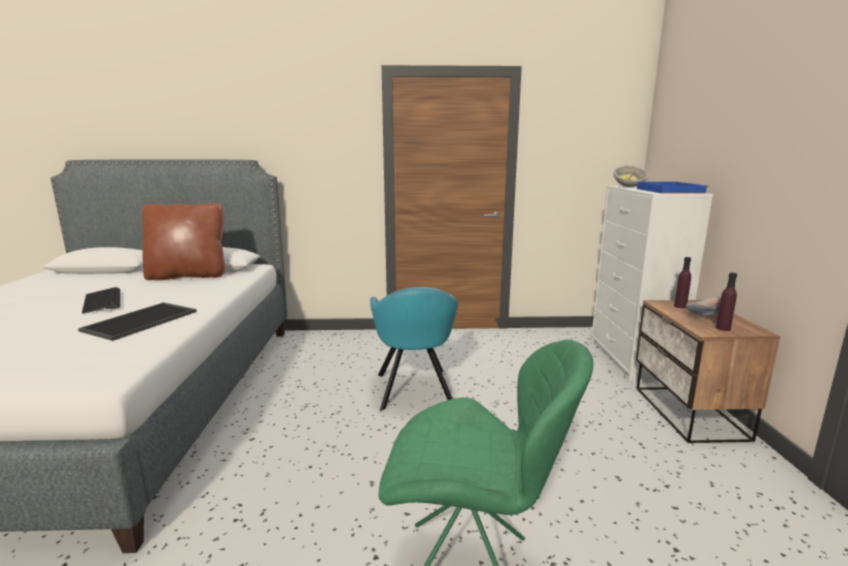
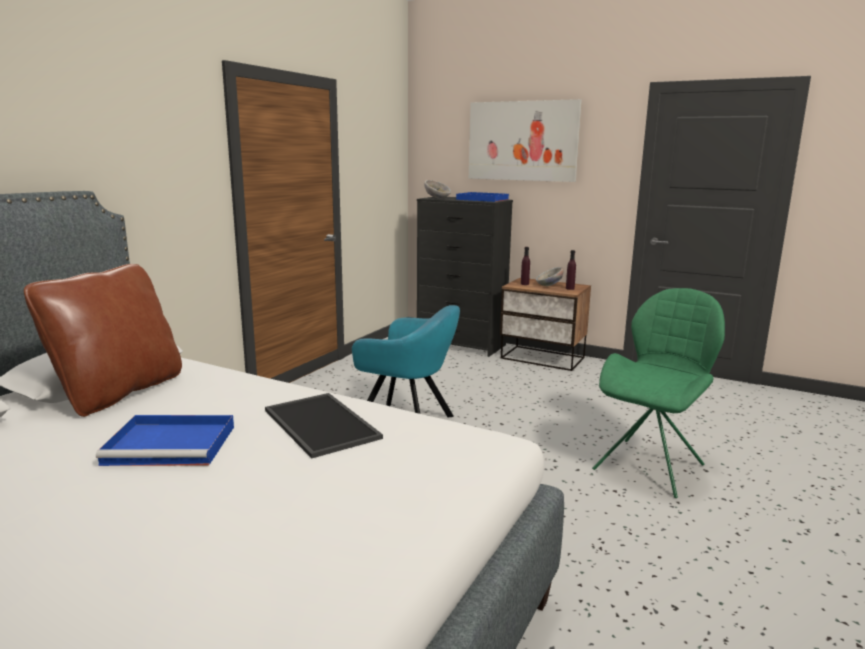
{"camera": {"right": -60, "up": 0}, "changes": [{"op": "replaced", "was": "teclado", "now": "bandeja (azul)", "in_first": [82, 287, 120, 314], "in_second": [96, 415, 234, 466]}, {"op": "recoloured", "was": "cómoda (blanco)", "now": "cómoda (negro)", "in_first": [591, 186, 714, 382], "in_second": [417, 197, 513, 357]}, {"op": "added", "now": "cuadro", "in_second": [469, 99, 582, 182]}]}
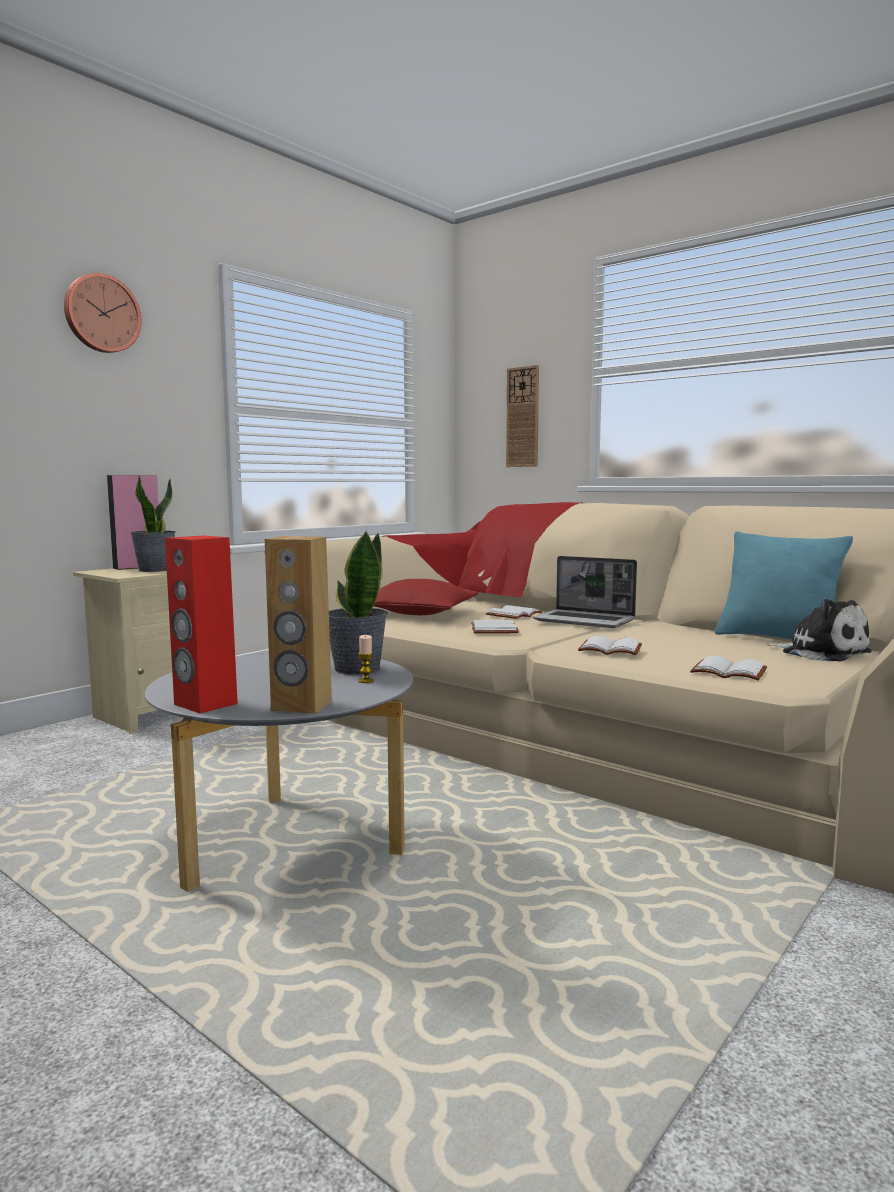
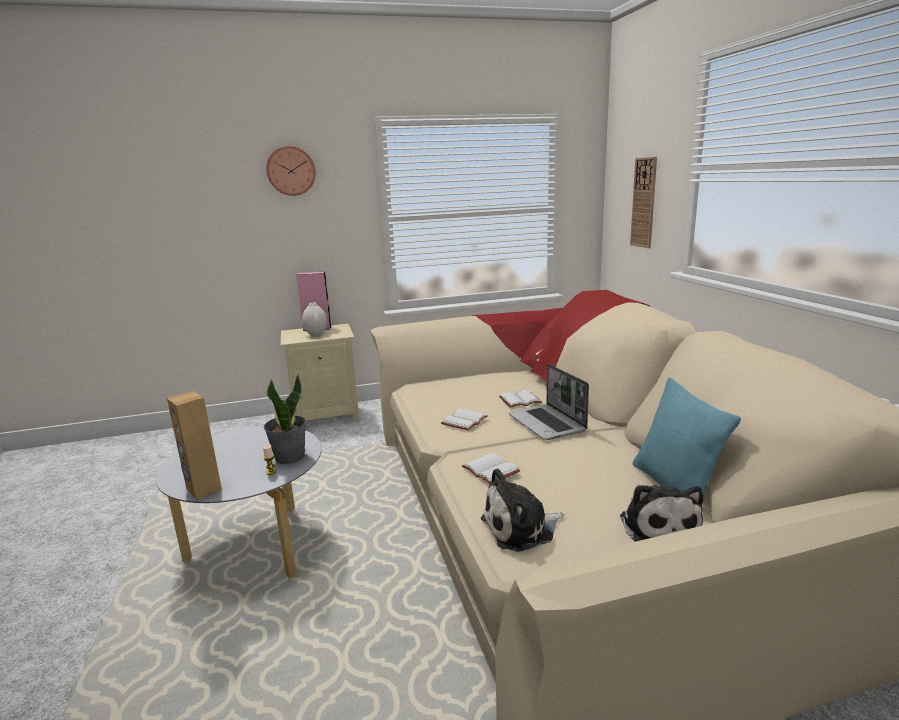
{"camera": {"right": 35, "up": 10}, "changes": [{"op": "replaced", "was": "planta en maceta", "now": "florero (blanco)", "in_first": [130, 476, 176, 572], "in_second": [302, 302, 327, 336]}, {"op": "replaced", "was": "libro (blanco)", "now": "peluche", "in_first": [690, 656, 767, 680], "in_second": [481, 468, 564, 552]}, {"op": "removed", "was": "altavoz (rojo)", "in_first": [165, 535, 238, 713]}, {"op": "removed", "was": "cojín (rojo)", "in_first": [374, 579, 479, 615]}]}
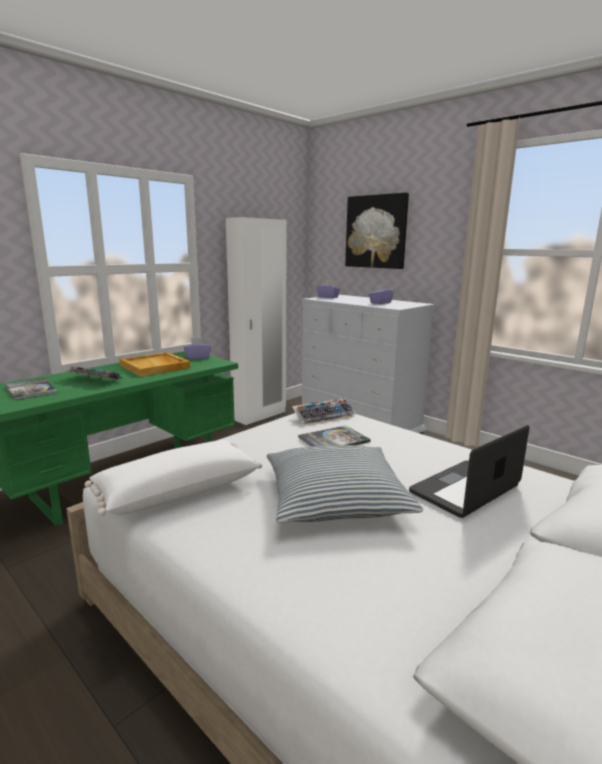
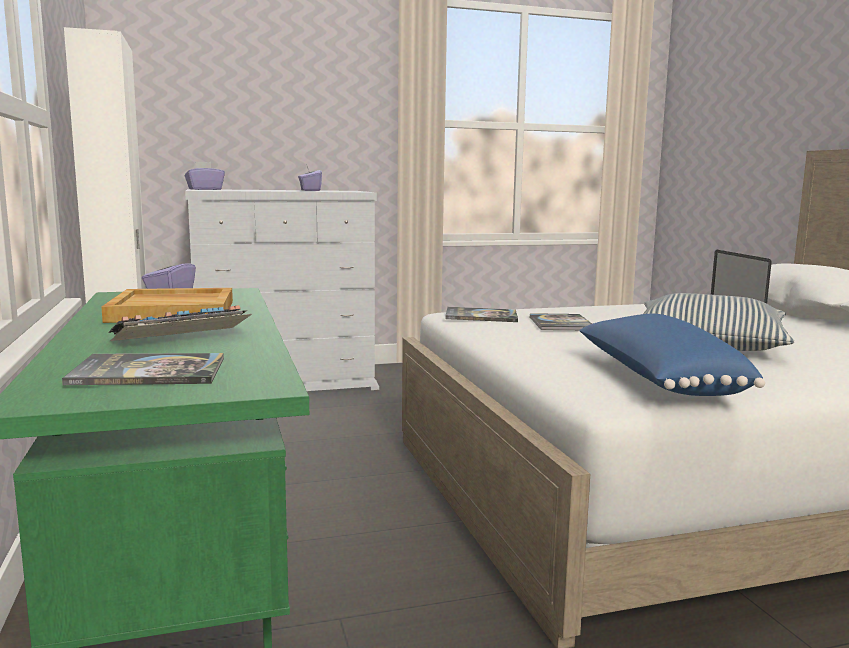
{"camera": {"right": -60, "up": -5}, "changes": [{"op": "replaced", "was": "teclado", "now": "libro", "in_first": [292, 399, 356, 426], "in_second": [445, 307, 518, 322]}, {"op": "recoloured", "was": "cojín (blanco)", "now": "cojín (azul)", "in_first": [85, 440, 262, 516], "in_second": [579, 314, 765, 396]}, {"op": "removed", "was": "cuadro", "in_first": [345, 192, 409, 269]}]}
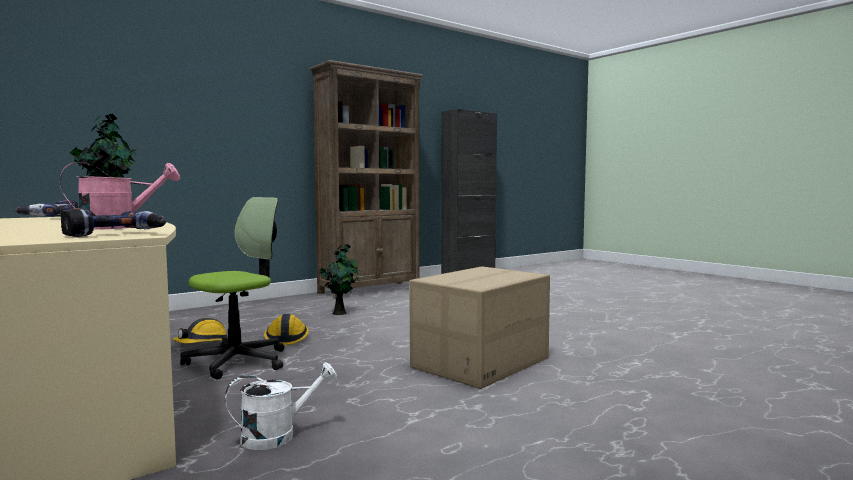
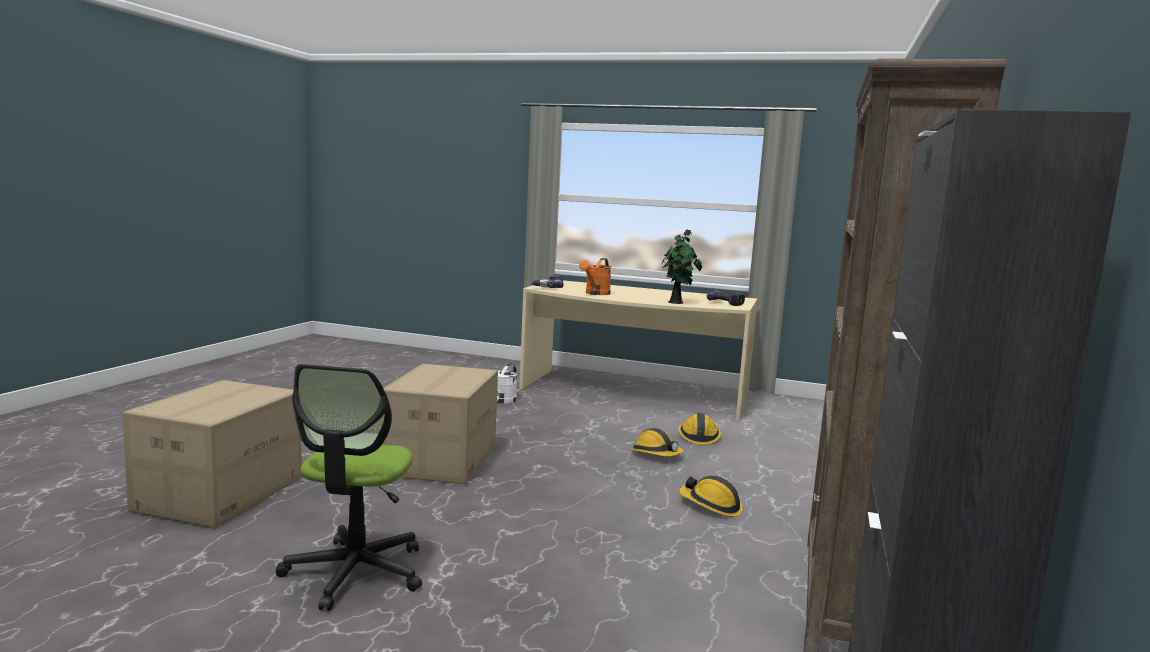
{"camera": {"right": 145, "up": 5}, "changes": [{"op": "added", "now": "caja de cartón", "in_second": [122, 380, 302, 528]}, {"op": "moved", "was": "silla de oficina", "in_first": [180, 197, 284, 379], "in_second": [275, 364, 422, 611]}, {"op": "recoloured", "was": "regadera (rosa)", "now": "regadera (naranja)", "in_first": [60, 162, 180, 230], "in_second": [579, 258, 611, 295]}, {"op": "replaced", "was": "planta en maceta", "now": "casco", "in_first": [320, 244, 360, 315], "in_second": [679, 475, 743, 517]}]}
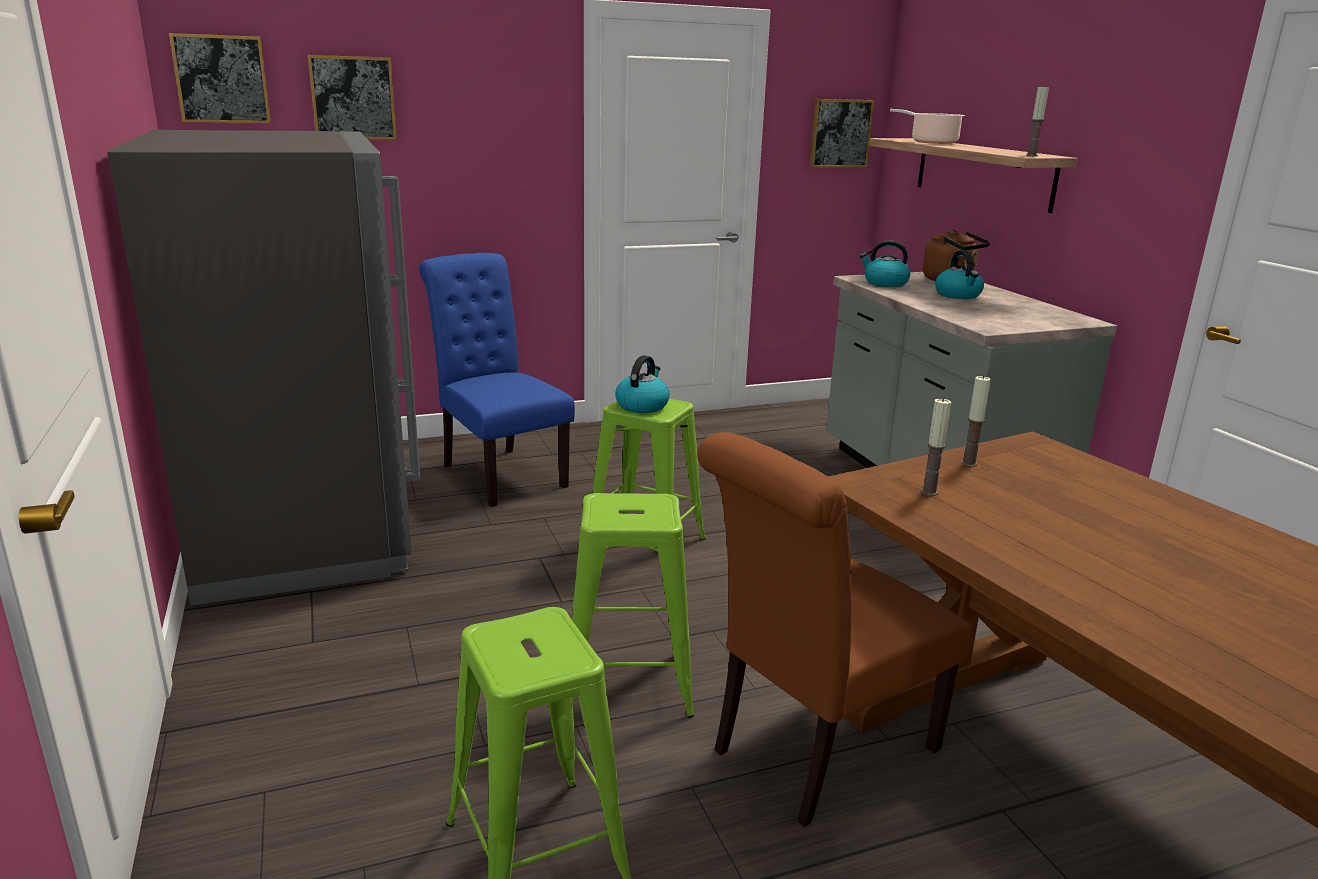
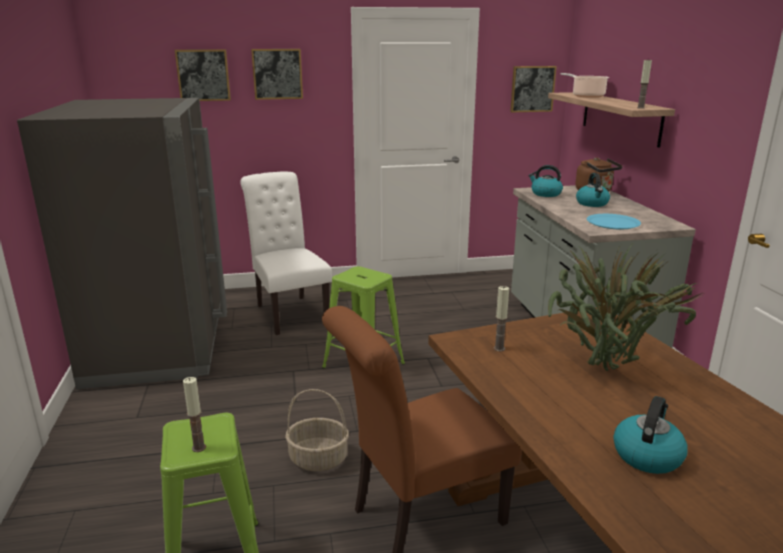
{"camera": {"right": 10, "up": 0}, "changes": [{"op": "moved", "was": "vela", "in_first": [961, 375, 991, 467], "in_second": [183, 377, 206, 452]}, {"op": "recoloured", "was": "silla (azul)", "now": "silla (blanco)", "in_first": [419, 253, 575, 507], "in_second": [240, 172, 332, 335]}, {"op": "moved", "was": "cuadro", "in_first": [169, 33, 271, 123], "in_second": [251, 49, 303, 100]}, {"op": "replaced", "was": "taburete (verde)", "now": "cesta", "in_first": [572, 493, 694, 718], "in_second": [285, 389, 349, 471]}, {"op": "added", "now": "planta en maceta", "in_second": [548, 245, 703, 371]}, {"op": "added", "now": "plato (azul)", "in_second": [587, 214, 641, 229]}, {"op": "moved", "was": "hervidor", "in_first": [615, 355, 670, 413], "in_second": [613, 396, 688, 474]}]}
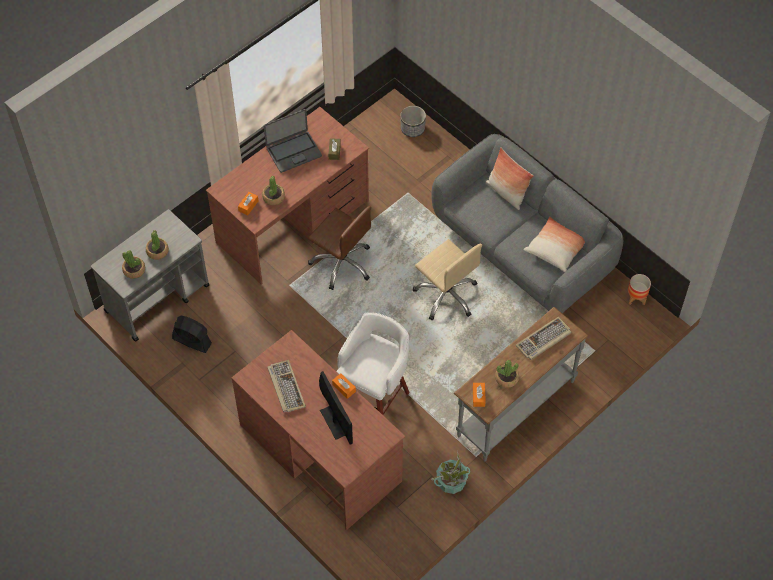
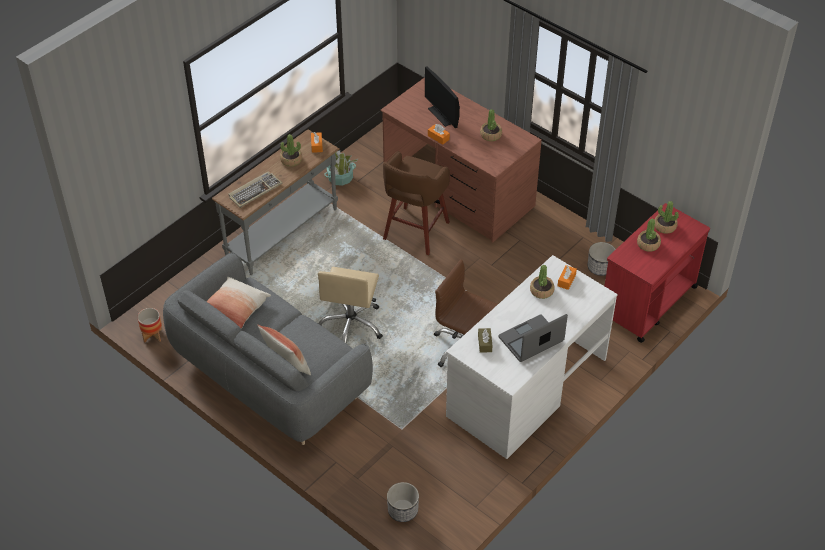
{"camera": {"right": 175, "up": -10}, "changes": [{"op": "turned", "was": "silla de oficina (beis)", "in_first": [413, 239, 482, 321], "in_second": [318, 267, 383, 343], "clockwise": -120}, {"op": "recoloured", "was": "taburete (blanco)", "now": "taburete (marrón)", "in_first": [336, 312, 410, 415], "in_second": [383, 151, 450, 255]}, {"op": "recoloured", "was": "escritorio (marrón)", "now": "escritorio (blanco)", "in_first": [206, 107, 369, 285], "in_second": [446, 255, 618, 459]}, {"op": "replaced", "was": "teclado", "now": "planta en maceta", "in_first": [267, 360, 306, 412], "in_second": [480, 109, 502, 141]}, {"op": "replaced", "was": "ventilador (negro)", "now": "maceta", "in_first": [172, 316, 212, 353], "in_second": [588, 242, 616, 276]}, {"op": "recoloured", "was": "carrito (gris)", "now": "carrito (rojo)", "in_first": [91, 209, 210, 342], "in_second": [604, 203, 710, 343]}]}
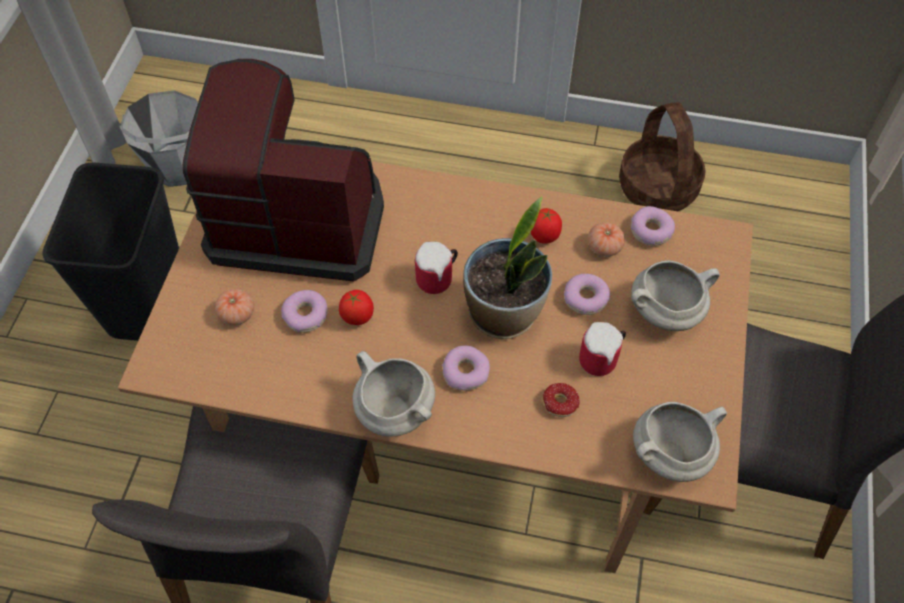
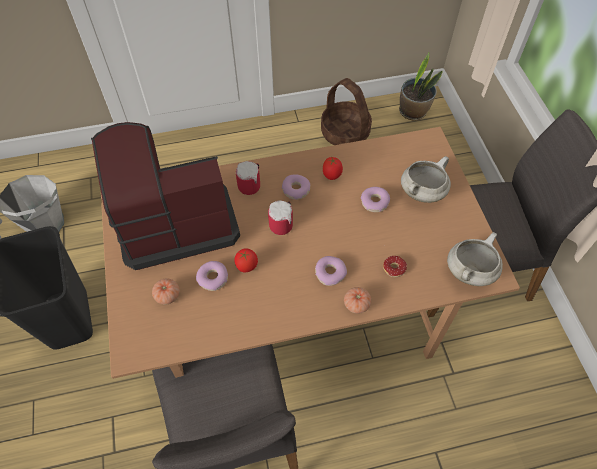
{"camera": {"right": -25, "up": 0}, "changes": [{"op": "moved", "was": "taza grande", "in_first": [579, 322, 626, 376], "in_second": [236, 161, 260, 195]}, {"op": "moved", "was": "rosquilla", "in_first": [631, 206, 675, 246], "in_second": [282, 175, 310, 200]}, {"op": "moved", "was": "tomate", "in_first": [588, 222, 625, 257], "in_second": [344, 287, 371, 314]}, {"op": "moved", "was": "planta en maceta", "in_first": [463, 197, 552, 339], "in_second": [399, 53, 443, 121]}, {"op": "removed", "was": "olla (blanco)", "in_first": [352, 351, 435, 437]}]}
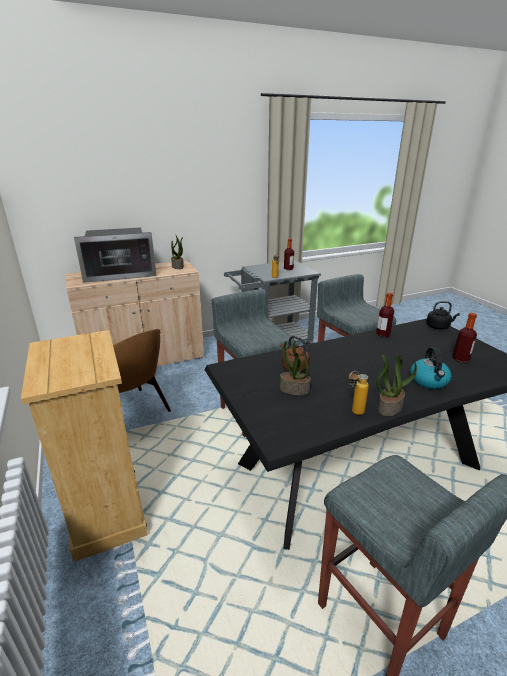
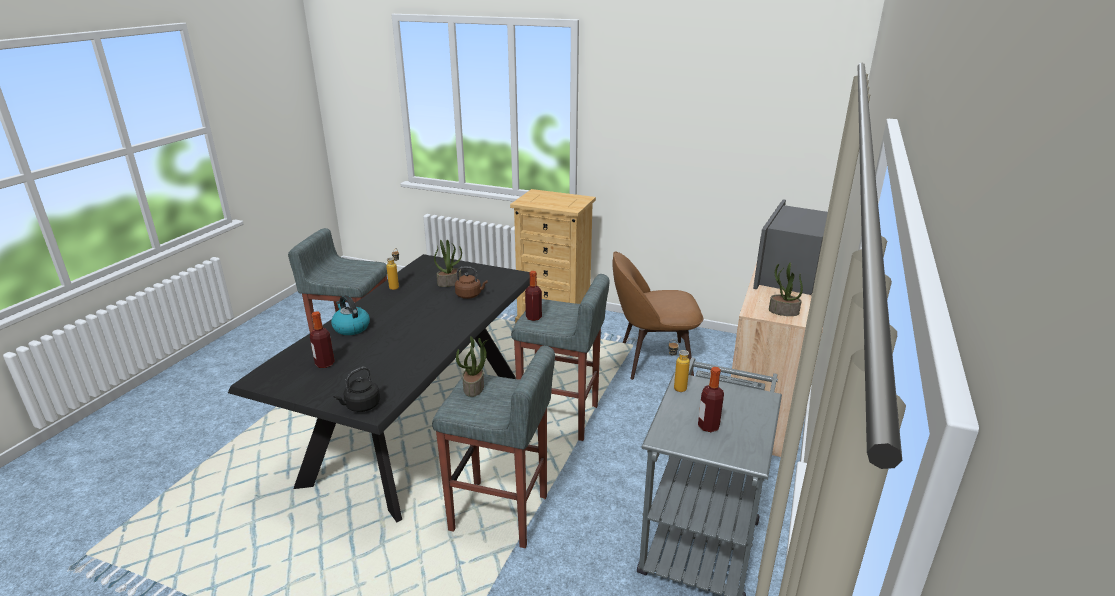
{"camera": {"right": 135, "up": 0}, "changes": [{"op": "moved", "was": "planta en maceta", "in_first": [376, 355, 417, 416], "in_second": [456, 336, 487, 397]}, {"op": "moved", "was": "botella", "in_first": [376, 293, 394, 337], "in_second": [525, 271, 542, 321]}]}
